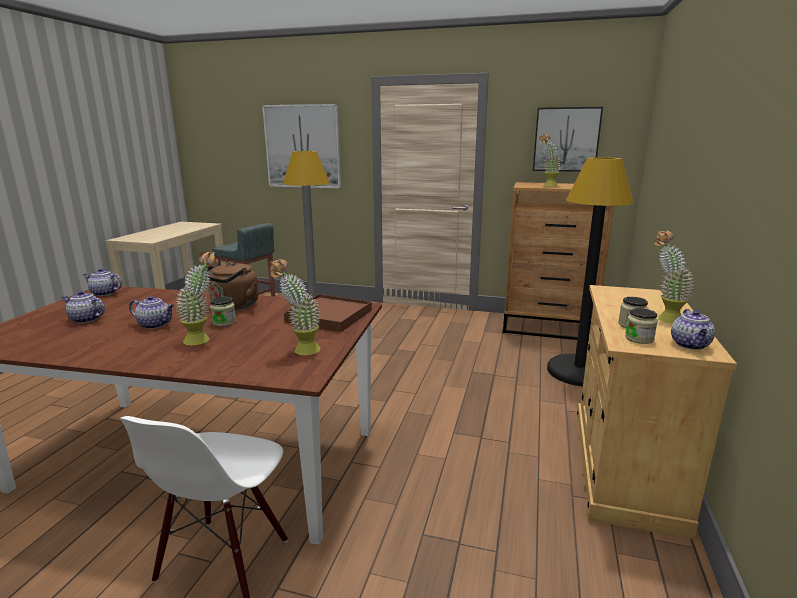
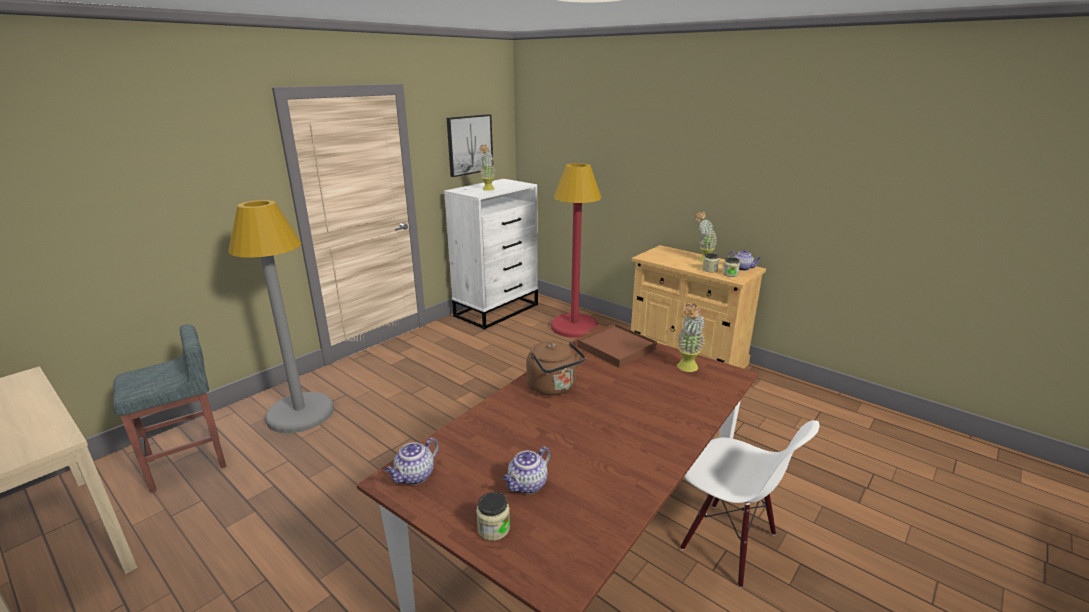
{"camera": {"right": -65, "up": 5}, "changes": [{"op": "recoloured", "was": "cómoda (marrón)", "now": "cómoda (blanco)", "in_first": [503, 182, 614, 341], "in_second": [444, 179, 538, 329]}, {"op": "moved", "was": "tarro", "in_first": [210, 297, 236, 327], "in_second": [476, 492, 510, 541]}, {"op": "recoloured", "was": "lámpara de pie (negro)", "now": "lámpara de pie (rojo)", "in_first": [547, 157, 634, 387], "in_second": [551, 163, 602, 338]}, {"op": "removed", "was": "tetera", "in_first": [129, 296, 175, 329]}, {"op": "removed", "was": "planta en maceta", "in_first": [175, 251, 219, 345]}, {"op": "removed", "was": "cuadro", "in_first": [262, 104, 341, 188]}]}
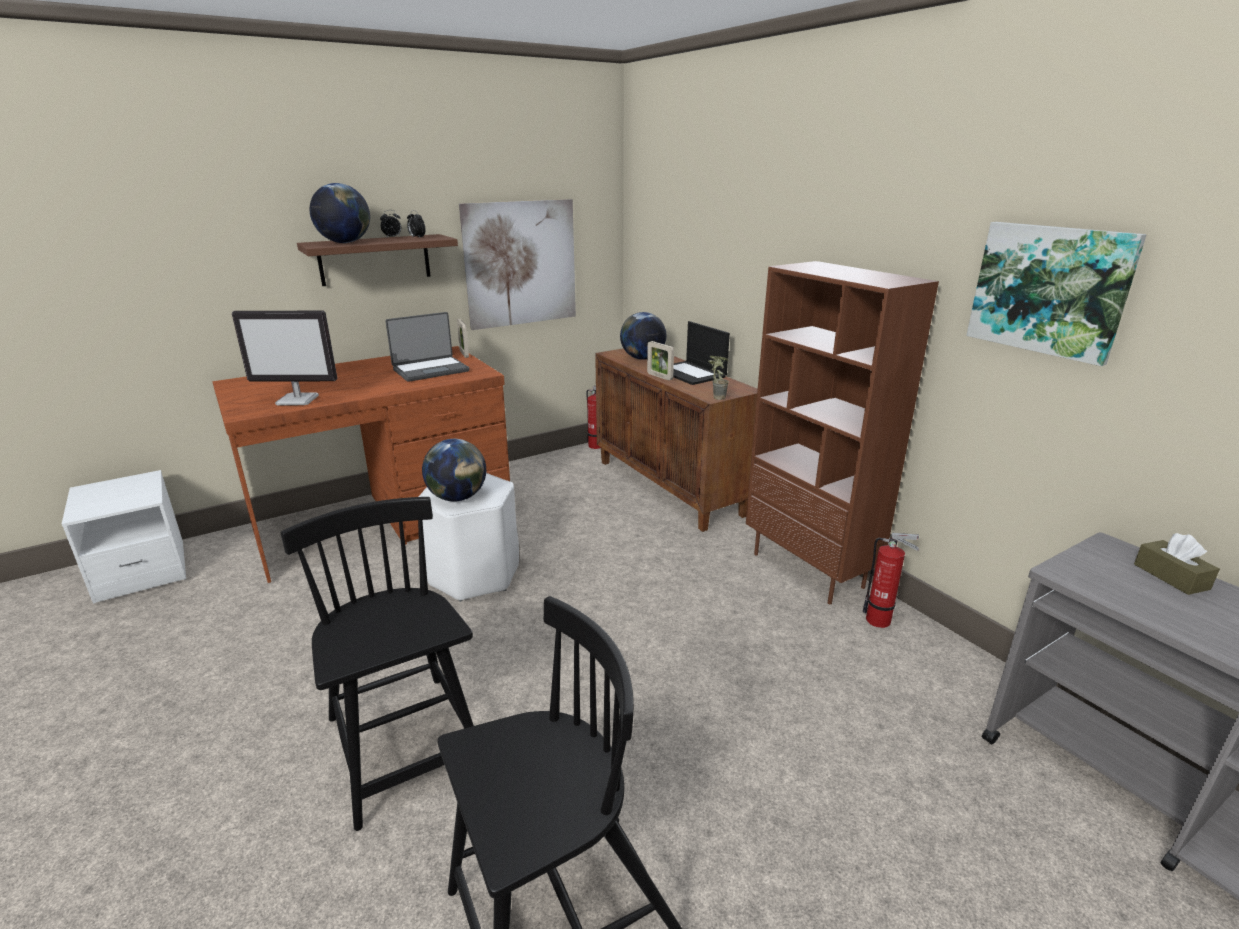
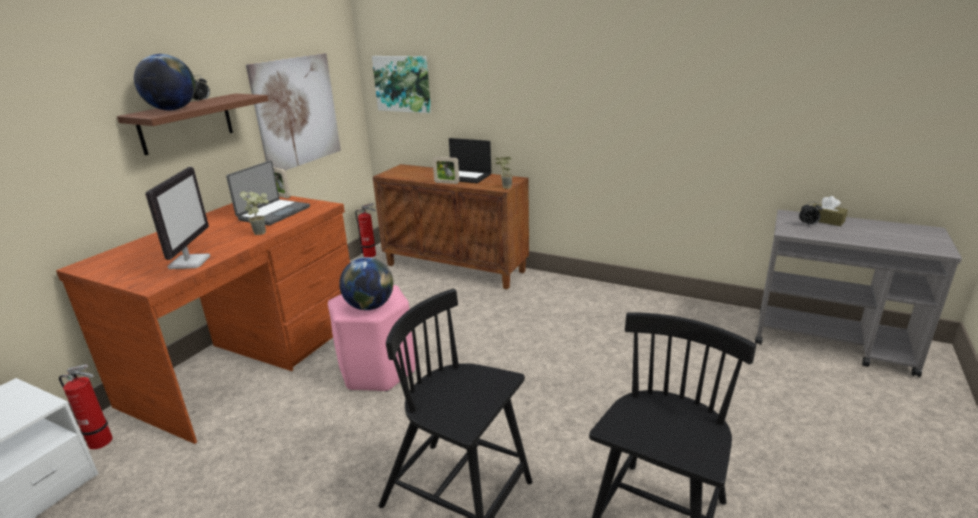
{"camera": {"right": -30, "up": 0}, "changes": [{"op": "moved", "was": "extintor", "in_first": [863, 533, 919, 628], "in_second": [59, 364, 113, 449]}, {"op": "turned", "was": "monitor", "in_first": [232, 311, 338, 405], "in_second": [145, 167, 210, 269], "clockwise": -60}, {"op": "added", "now": "planta en maceta", "in_second": [240, 191, 269, 235]}, {"op": "recoloured", "was": "taburete (blanco)", "now": "taburete (rosa)", "in_first": [418, 473, 519, 602], "in_second": [328, 285, 415, 392]}, {"op": "moved", "was": "cuadro", "in_first": [966, 222, 1147, 366], "in_second": [372, 56, 431, 113]}, {"op": "moved", "was": "despertador", "in_first": [407, 210, 425, 238], "in_second": [799, 202, 822, 225]}, {"op": "removed", "was": "globo terráqueo", "in_first": [620, 312, 666, 360]}, {"op": "removed", "was": "estantería (marrón)", "in_first": [746, 261, 939, 604]}]}
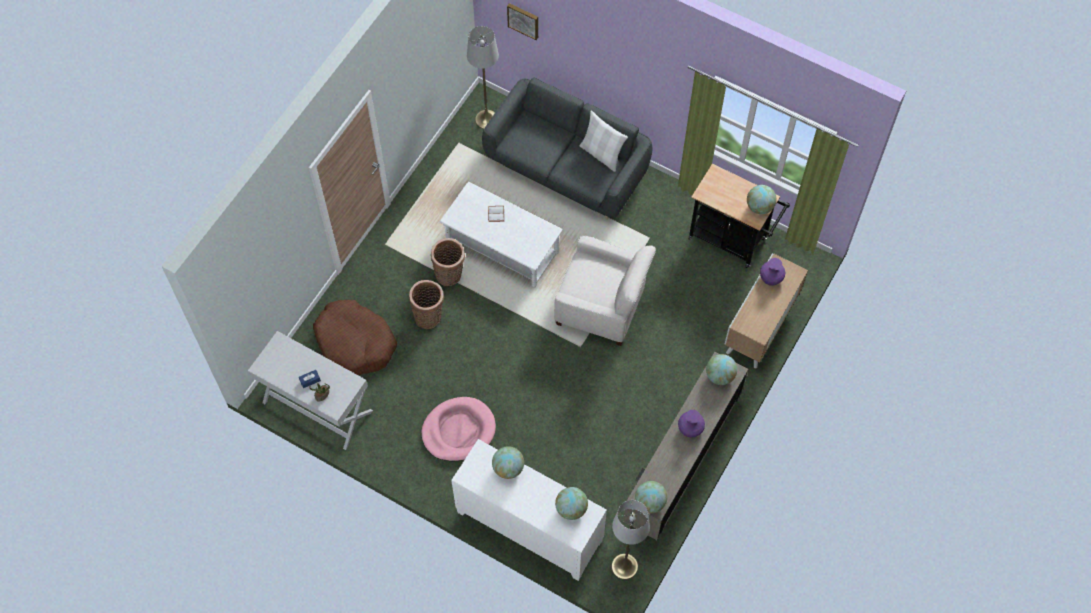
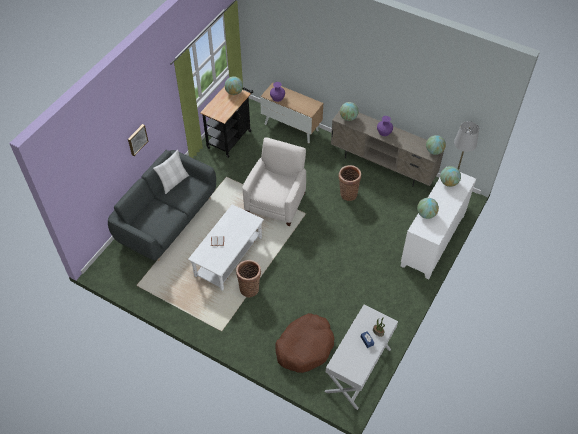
{"camera": {"right": -90, "up": -10}, "changes": [{"op": "moved", "was": "cuadro", "in_first": [507, 3, 538, 40], "in_second": [128, 124, 148, 156]}, {"op": "moved", "was": "cesta", "in_first": [409, 280, 444, 329], "in_second": [339, 165, 361, 201]}, {"op": "removed", "was": "cama para perro (rosa)", "in_first": [421, 397, 496, 461]}, {"op": "removed", "was": "lámpara de pie (gris)", "in_first": [467, 26, 499, 129]}]}
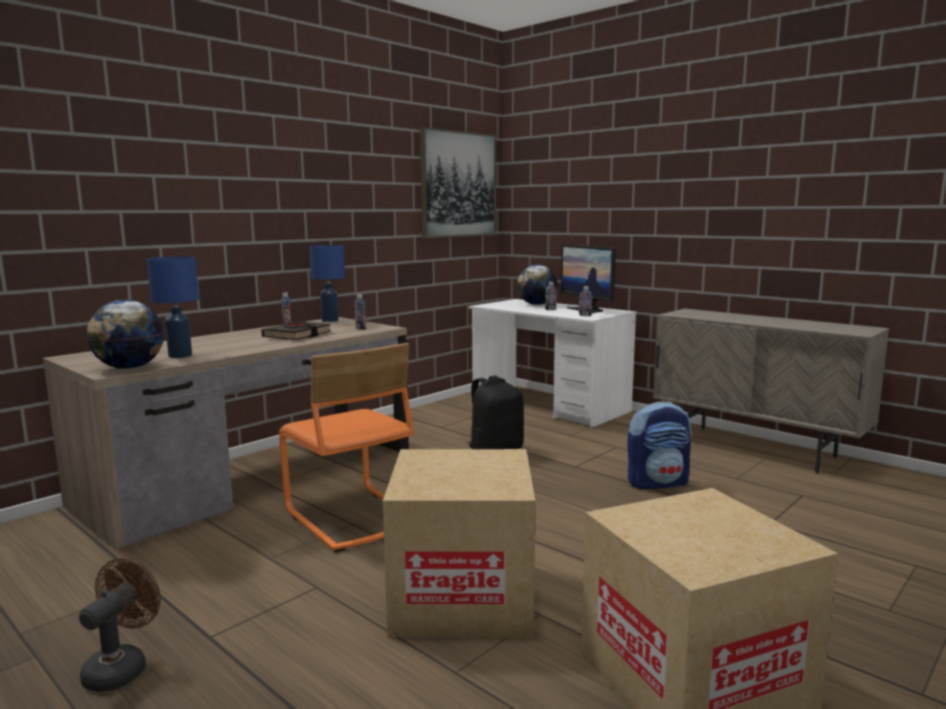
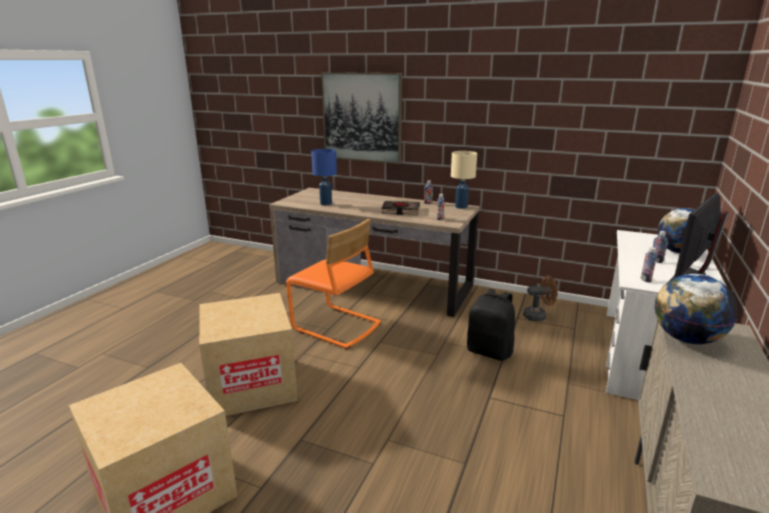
{"camera": {"right": 70, "up": 10}, "changes": [{"op": "turned", "was": "silla (naranja)", "in_first": [279, 343, 414, 552], "in_second": [286, 219, 381, 349], "clockwise": -90}, {"op": "moved", "was": "cuadro", "in_first": [420, 127, 496, 238], "in_second": [321, 72, 402, 164]}, {"op": "recoloured", "was": "lámpara de mesa (azul)", "now": "lámpara de mesa (beis)", "in_first": [309, 245, 345, 322], "in_second": [451, 151, 477, 209]}, {"op": "moved", "was": "ventilador (marrón)", "in_first": [79, 558, 161, 692], "in_second": [523, 276, 558, 321]}, {"op": "moved", "was": "globo terráqueo", "in_first": [86, 300, 164, 369], "in_second": [655, 274, 738, 344]}, {"op": "removed", "was": "mochila", "in_first": [627, 402, 691, 489]}]}
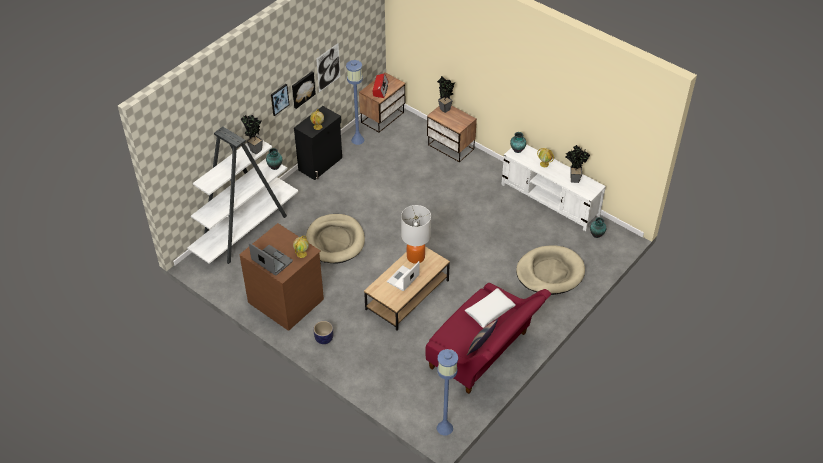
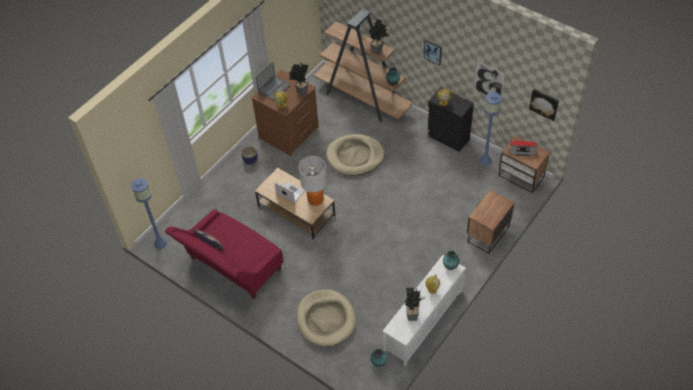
{"camera": {"right": 90, "up": 5}, "changes": [{"op": "moved", "was": "planta en maceta", "in_first": [437, 77, 456, 113], "in_second": [289, 63, 308, 96]}, {"op": "recoloured", "was": "estantería (blanco)", "now": "estantería (marrón)", "in_first": [187, 127, 299, 264], "in_second": [314, 9, 413, 122]}, {"op": "moved", "was": "cuadro", "in_first": [292, 71, 316, 109], "in_second": [529, 89, 559, 121]}, {"op": "removed", "was": "cojín (blanco)", "in_first": [465, 288, 516, 328]}]}
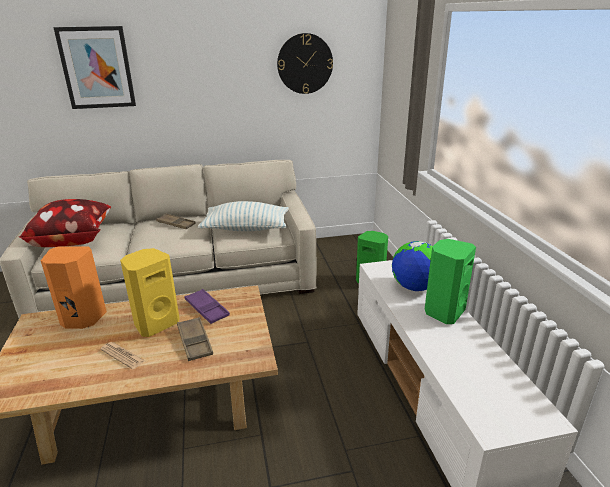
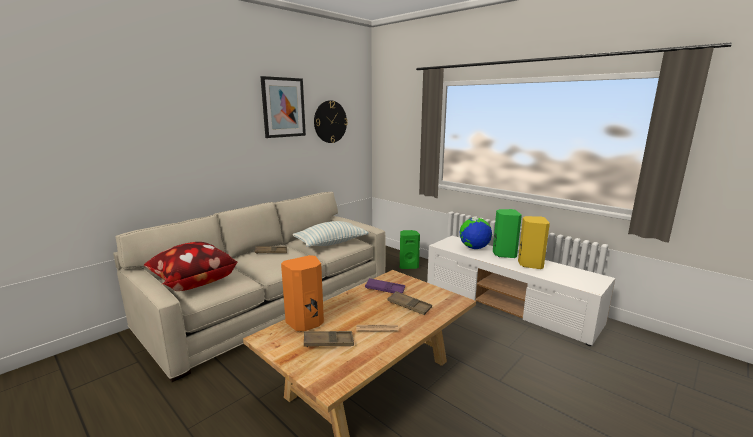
{"camera": {"right": -35, "up": -10}, "changes": [{"op": "moved", "was": "cuadro", "in_first": [53, 26, 136, 109], "in_second": [260, 76, 306, 138]}, {"op": "added", "now": "bandeja (marrón)", "in_second": [304, 331, 354, 347]}, {"op": "moved", "was": "altavoz (amarillo)", "in_first": [120, 248, 180, 337], "in_second": [518, 216, 550, 269]}]}
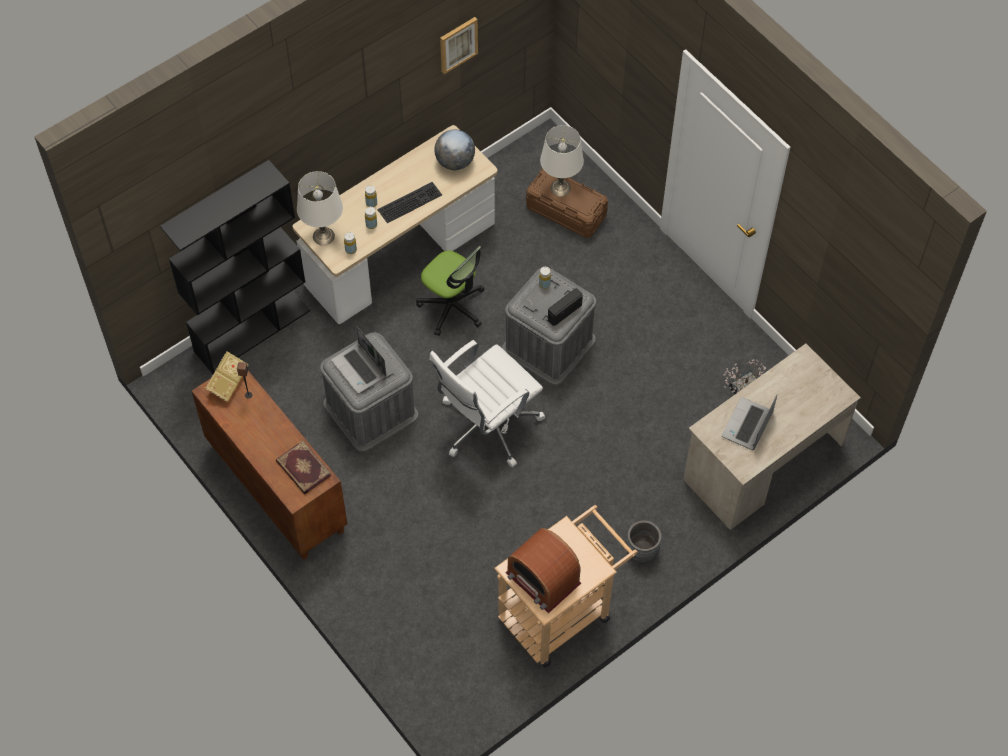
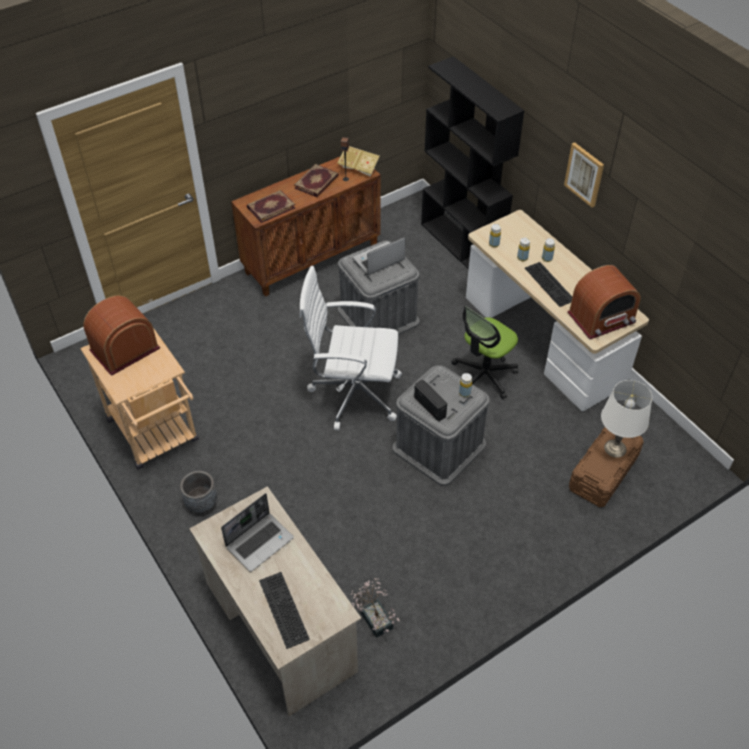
{"camera": {"right": 95, "up": -10}, "changes": [{"op": "turned", "was": "portátil", "in_first": [722, 395, 777, 450], "in_second": [221, 493, 294, 572], "clockwise": 105}, {"op": "added", "now": "teclado", "in_second": [259, 572, 310, 649]}, {"op": "added", "now": "libro", "in_second": [294, 164, 339, 197]}, {"op": "turned", "was": "silla de oficina (blanco)", "in_first": [429, 340, 545, 467], "in_second": [299, 266, 402, 430], "clockwise": -45}, {"op": "moved", "was": "cuadro", "in_first": [440, 17, 478, 74], "in_second": [564, 142, 604, 208]}, {"op": "replaced", "was": "globo terráqueo", "now": "radio", "in_first": [434, 129, 475, 170], "in_second": [567, 265, 641, 339]}, {"op": "removed", "was": "lámpara de mesa (blanco)", "in_first": [297, 171, 343, 246]}]}
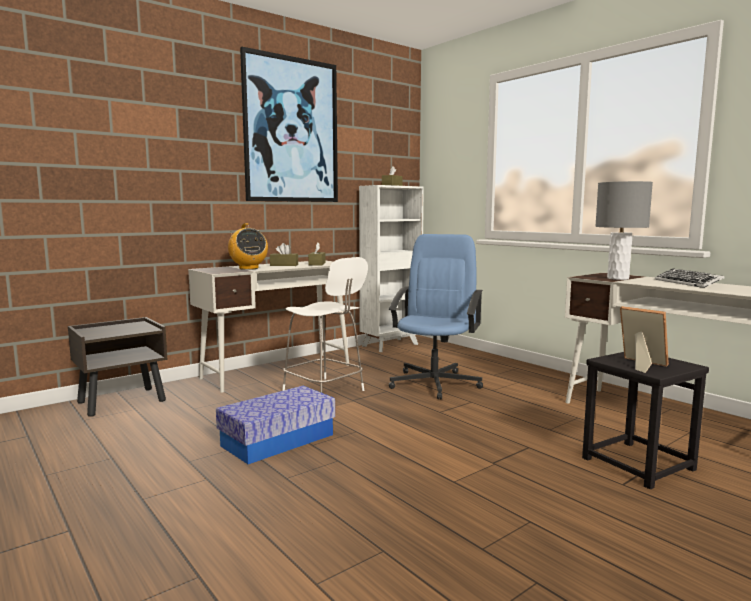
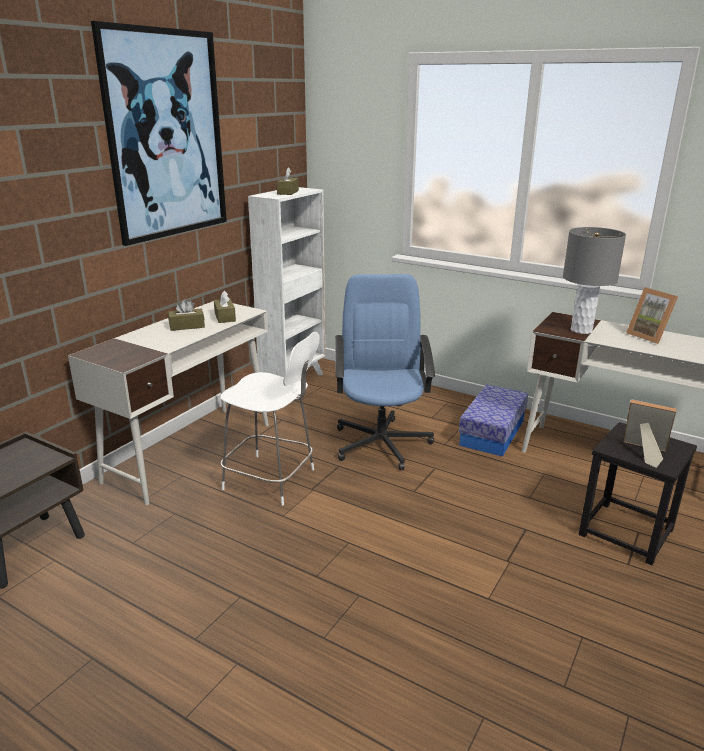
{"camera": {"right": -20, "up": 15}, "changes": [{"op": "moved", "was": "caja de almacenaje", "in_first": [216, 386, 335, 464], "in_second": [459, 385, 528, 457]}, {"op": "replaced", "was": "teclado", "now": "portarretratos", "in_first": [655, 269, 724, 288], "in_second": [626, 287, 678, 344]}, {"op": "removed", "was": "radio", "in_first": [228, 223, 268, 270]}]}
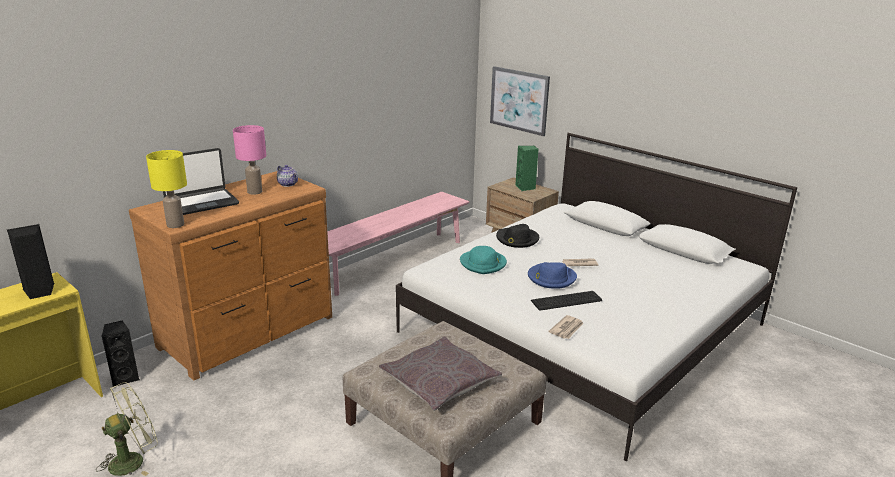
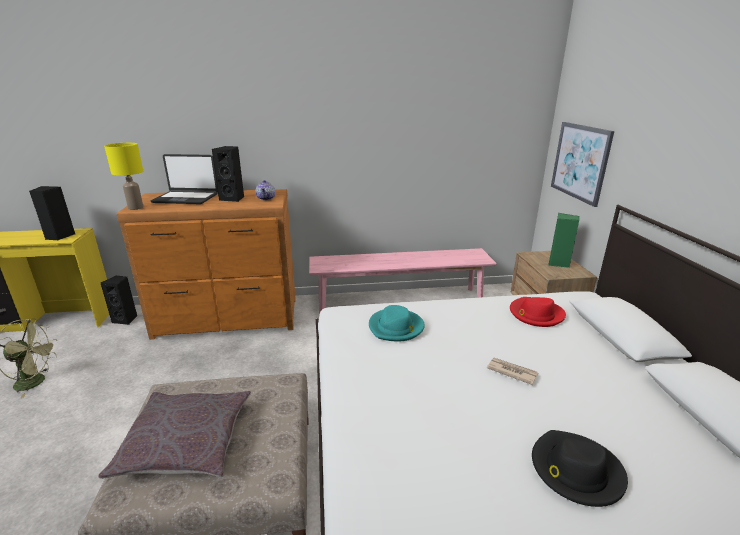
{"camera": {"right": 40, "up": 0}, "changes": [{"op": "replaced", "was": "lámpara de mesa (rosa)", "now": "altavoz (negro)", "in_first": [233, 125, 266, 195], "in_second": [212, 146, 244, 202]}, {"op": "added", "now": "sombrero (rojo)", "in_second": [510, 297, 566, 327]}, {"op": "moved", "was": "sombrero (negro)", "in_first": [496, 224, 539, 248], "in_second": [532, 430, 628, 507]}, {"op": "removed", "was": "sombrero (azul)", "in_first": [528, 262, 577, 289]}, {"op": "removed", "was": "teclado", "in_first": [531, 291, 602, 311]}, {"op": "removed", "was": "periódico", "in_first": [548, 315, 583, 339]}]}
